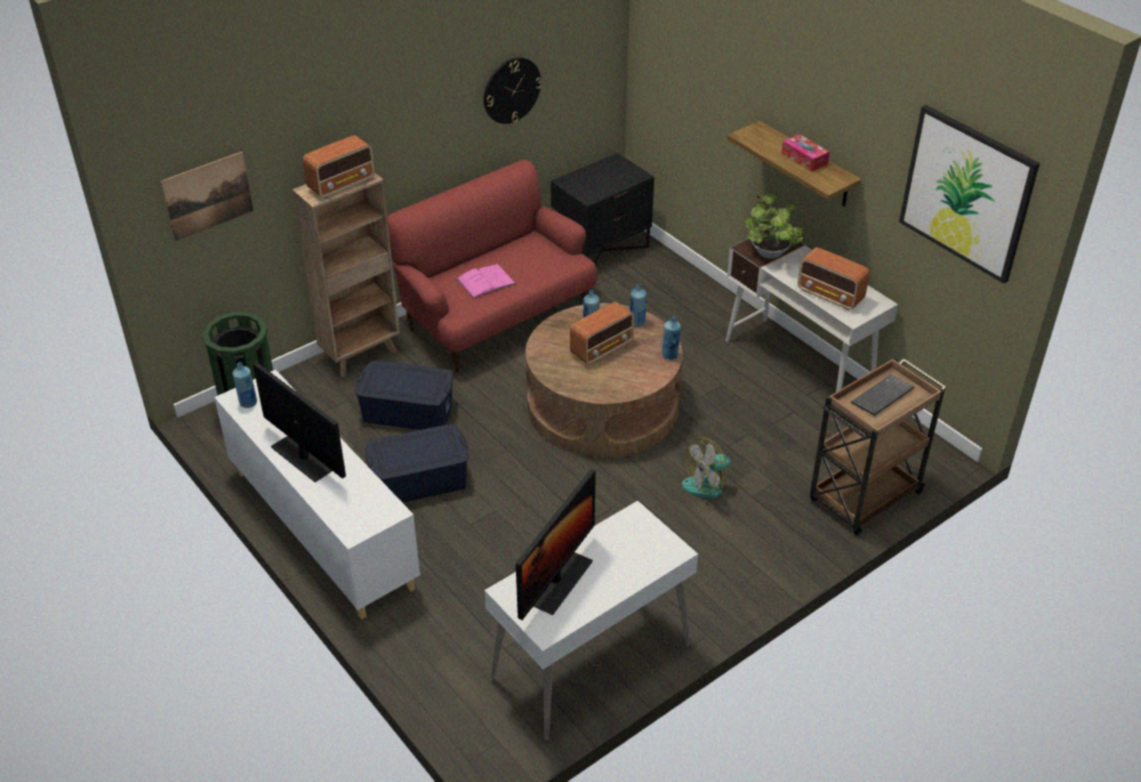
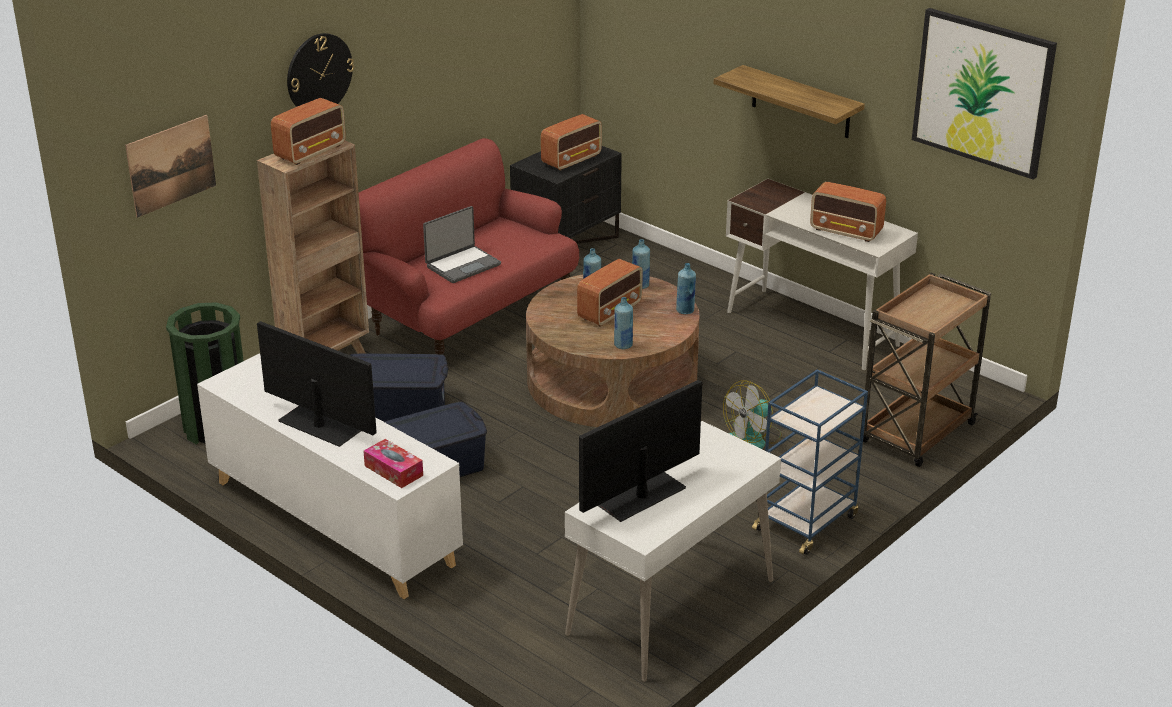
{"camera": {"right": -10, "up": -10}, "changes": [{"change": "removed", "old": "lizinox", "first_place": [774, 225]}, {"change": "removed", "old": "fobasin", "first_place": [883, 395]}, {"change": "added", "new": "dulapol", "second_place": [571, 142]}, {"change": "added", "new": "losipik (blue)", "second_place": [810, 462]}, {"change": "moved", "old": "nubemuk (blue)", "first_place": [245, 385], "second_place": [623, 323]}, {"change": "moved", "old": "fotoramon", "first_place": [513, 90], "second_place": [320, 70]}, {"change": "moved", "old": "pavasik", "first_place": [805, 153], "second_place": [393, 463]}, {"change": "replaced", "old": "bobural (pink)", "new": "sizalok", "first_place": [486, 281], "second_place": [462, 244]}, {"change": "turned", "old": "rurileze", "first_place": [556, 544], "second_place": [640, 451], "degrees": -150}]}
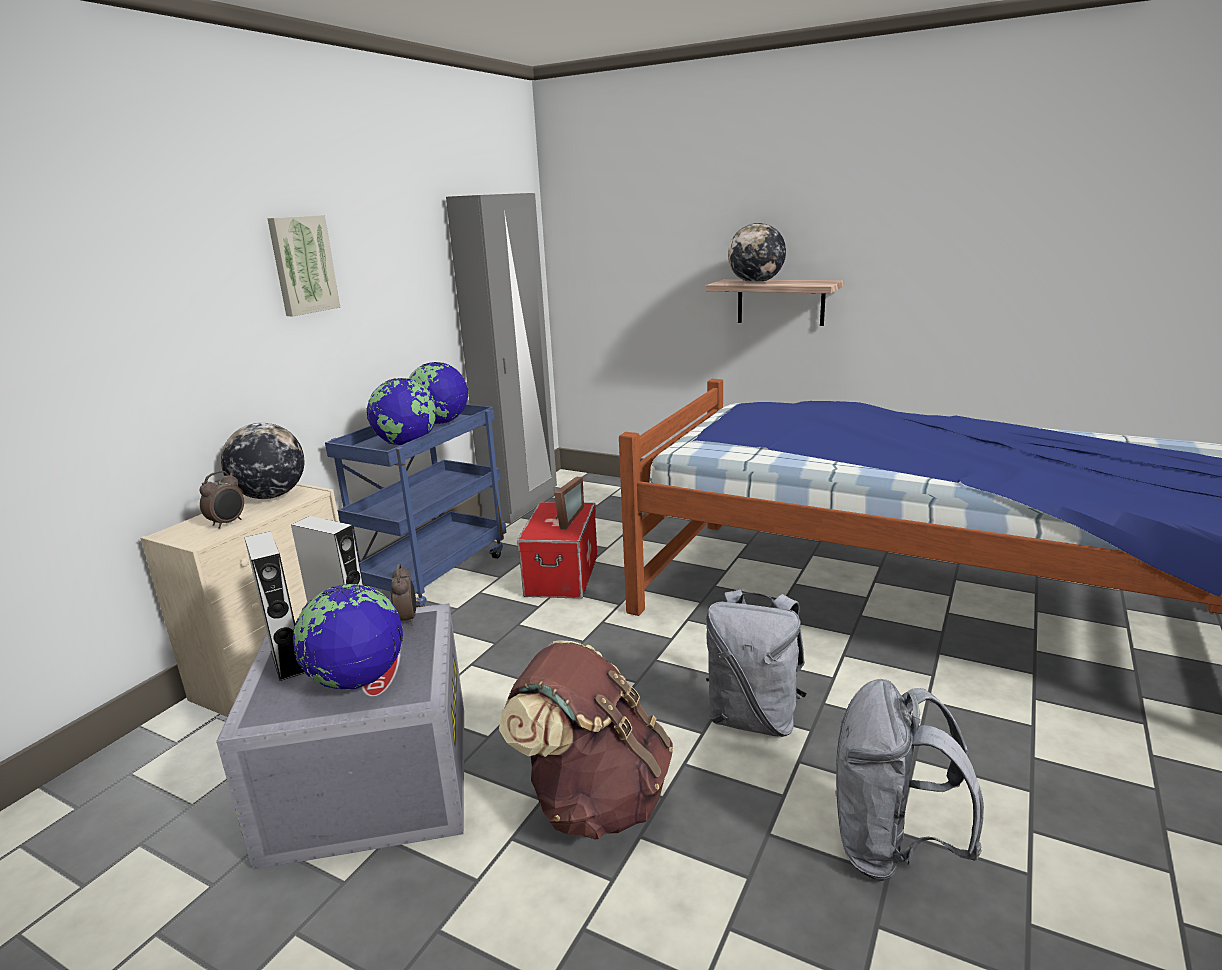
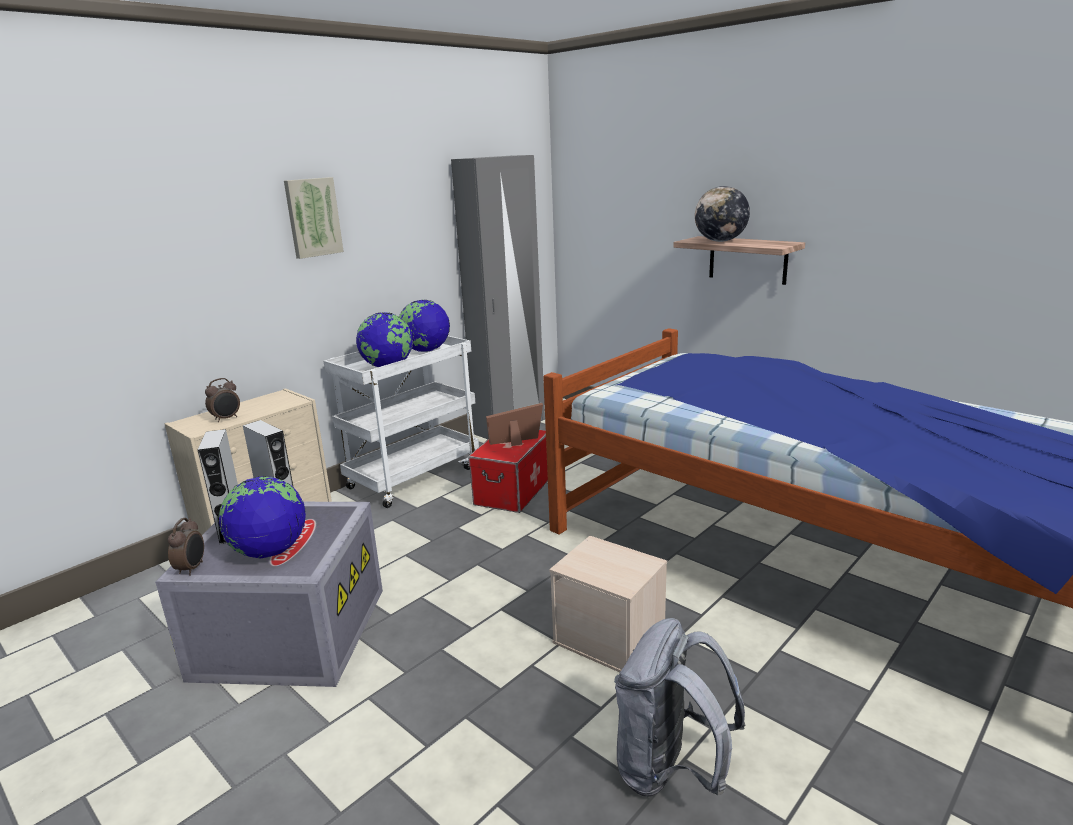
{"camera": {"right": 15, "up": 0}, "changes": [{"change": "removed", "old": "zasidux", "first_place": [262, 461]}, {"change": "removed", "old": "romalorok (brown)", "first_place": [586, 740]}, {"change": "moved", "old": "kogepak", "first_place": [403, 594], "second_place": [186, 547]}, {"change": "replaced", "old": "romalorok (grey)", "new": "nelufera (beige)", "first_place": [756, 663], "second_place": [608, 604]}, {"change": "recoloured", "old": "losipik (blue)", "new": "losipik (white)", "first_place": [415, 505], "second_place": [401, 422]}, {"change": "turned", "old": "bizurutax", "first_place": [569, 503], "second_place": [514, 424], "degrees": -135}]}
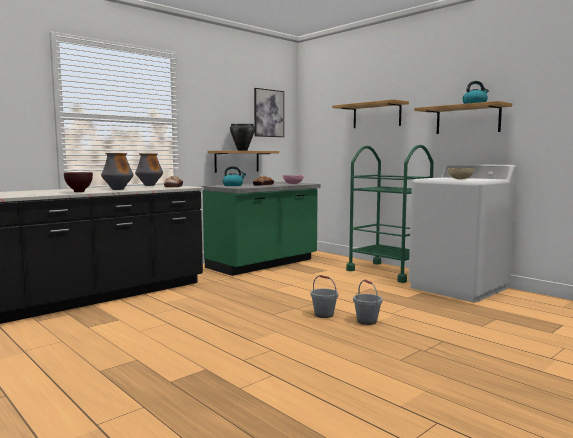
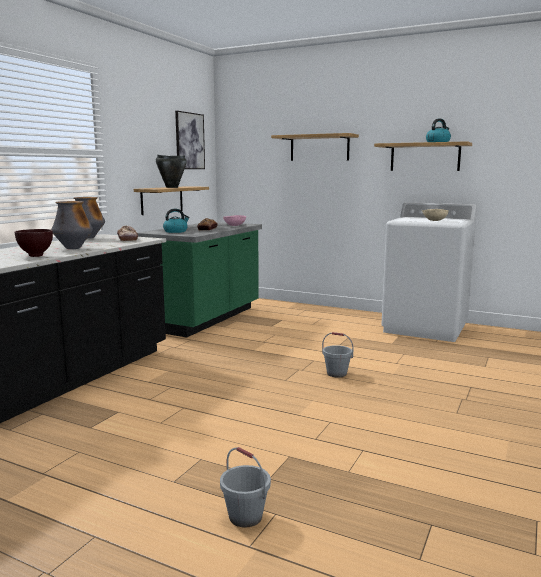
{"camera": {"right": -20, "up": 5}, "changes": [{"change": "removed", "old": "losipik (green)", "first_place": [390, 214]}, {"change": "moved", "old": "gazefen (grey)", "first_place": [367, 302], "second_place": [245, 487]}]}
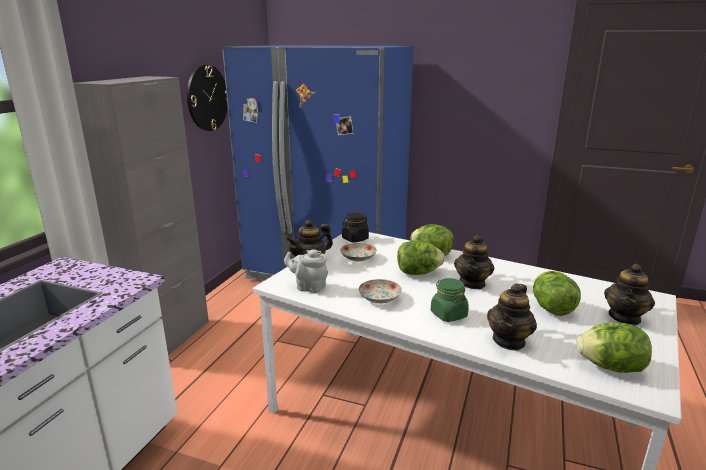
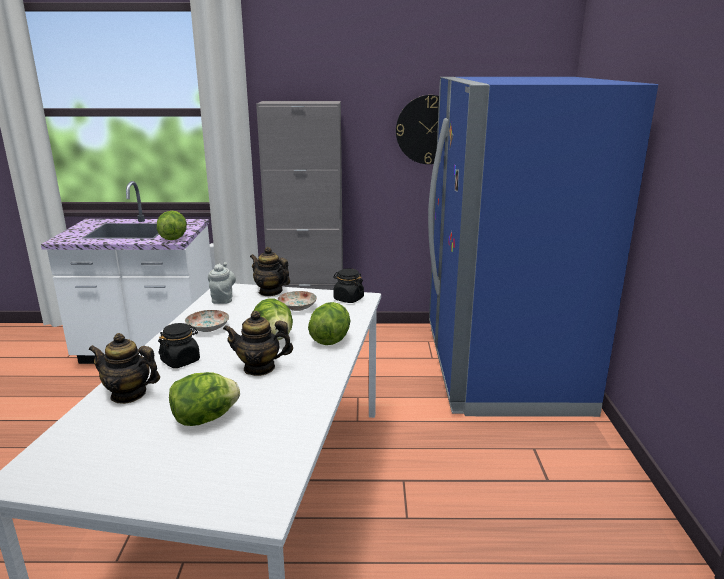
{"camera": {"right": 70, "up": 0}, "changes": [{"change": "removed", "old": "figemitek", "first_place": [629, 294]}, {"change": "moved", "old": "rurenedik", "first_place": [614, 348], "second_place": [172, 225]}, {"change": "recoloured", "old": "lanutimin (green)", "new": "lanutimin (black)", "first_place": [450, 300], "second_place": [179, 345]}]}
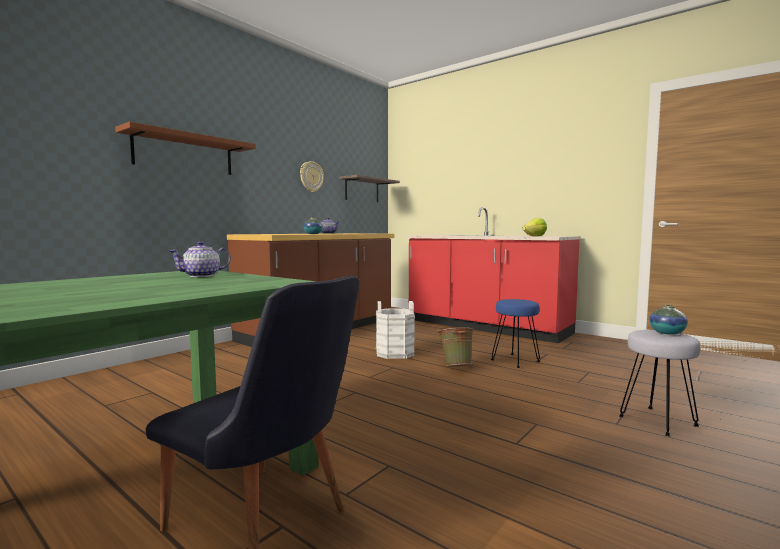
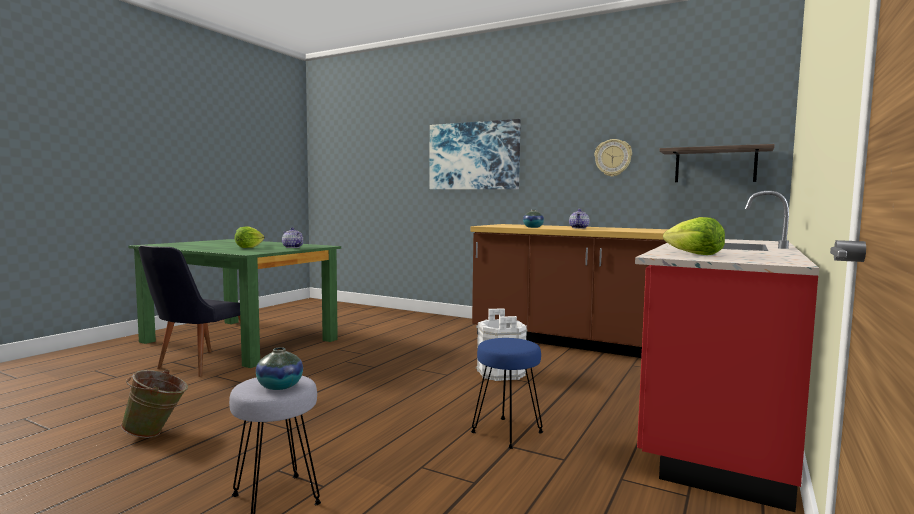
{"camera": {"right": 80, "up": 0}, "changes": [{"change": "added", "new": "rurenedik", "second_place": [249, 237]}, {"change": "moved", "old": "gazefen (green)", "first_place": [456, 347], "second_place": [154, 403]}, {"change": "replaced", "old": "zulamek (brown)", "new": "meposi", "first_place": [185, 148], "second_place": [475, 154]}]}
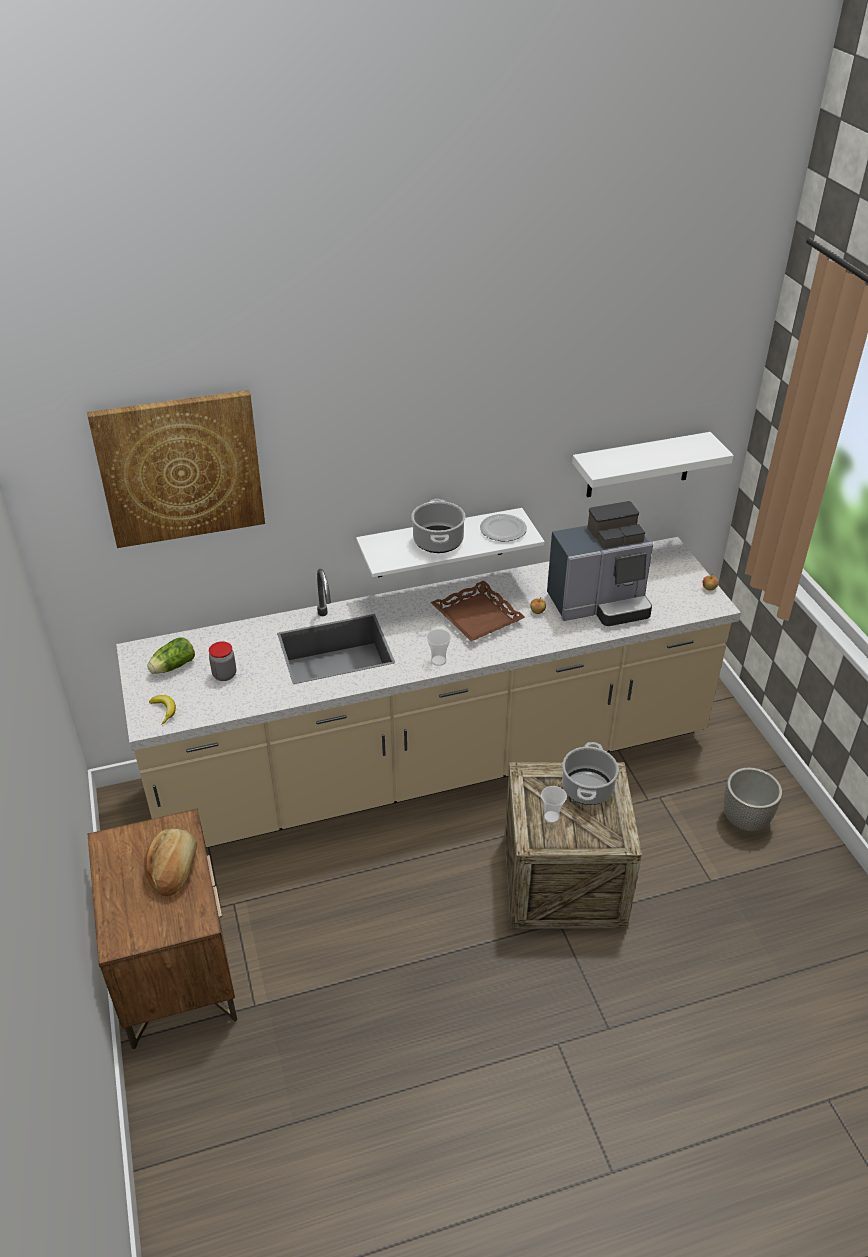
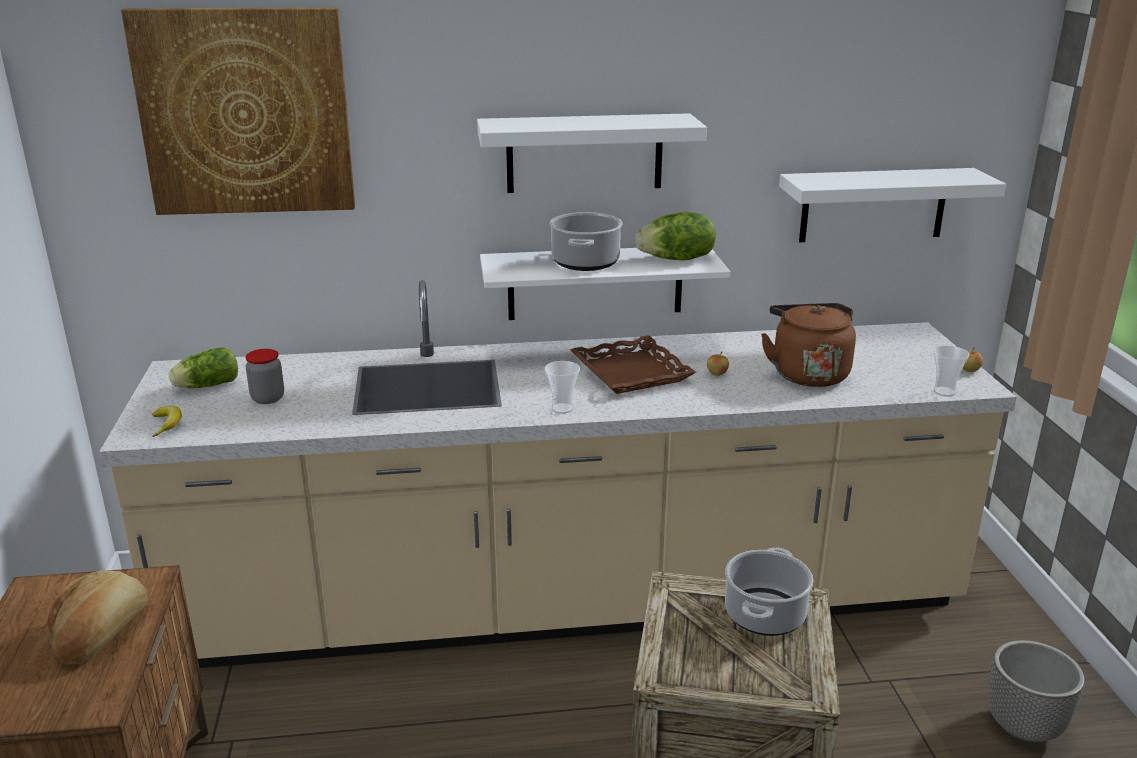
{"camera": {"right": 10, "up": -15}, "changes": [{"change": "added", "new": "zulamek (white)", "second_place": [592, 153]}, {"change": "moved", "old": "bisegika", "first_place": [554, 804], "second_place": [951, 371]}, {"change": "replaced", "old": "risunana", "new": "rurenedik", "first_place": [503, 527], "second_place": [675, 236]}, {"change": "replaced", "old": "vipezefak", "new": "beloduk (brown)", "first_place": [600, 563], "second_place": [808, 345]}]}
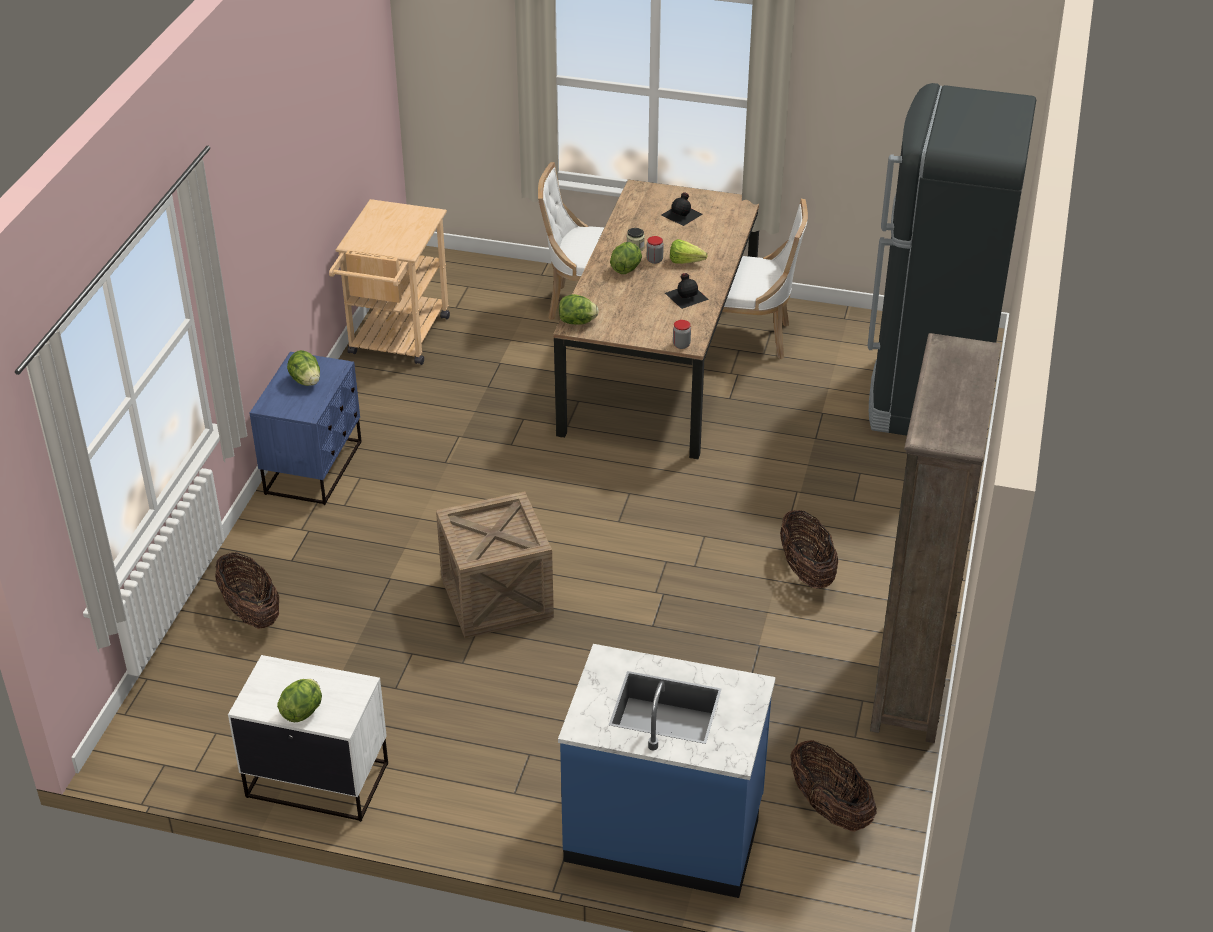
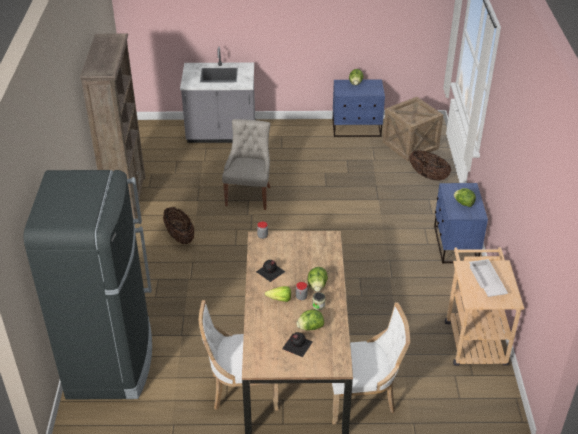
{"camera": {"right": 165, "up": 0}, "changes": [{"change": "removed", "old": "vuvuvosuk", "first_place": [833, 786]}, {"change": "added", "new": "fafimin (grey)", "second_place": [246, 164]}, {"change": "added", "new": "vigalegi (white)", "second_place": [488, 278]}, {"change": "moved", "old": "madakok", "first_place": [495, 564], "second_place": [413, 129]}, {"change": "moved", "old": "rurenedik", "first_place": [579, 309], "second_place": [310, 319]}, {"change": "recoloured", "old": "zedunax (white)", "new": "zedunax (blue)", "first_place": [308, 738], "second_place": [359, 108]}, {"change": "recoloured", "old": "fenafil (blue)", "new": "fenafil (grey)", "first_place": [667, 771], "second_place": [217, 95]}]}
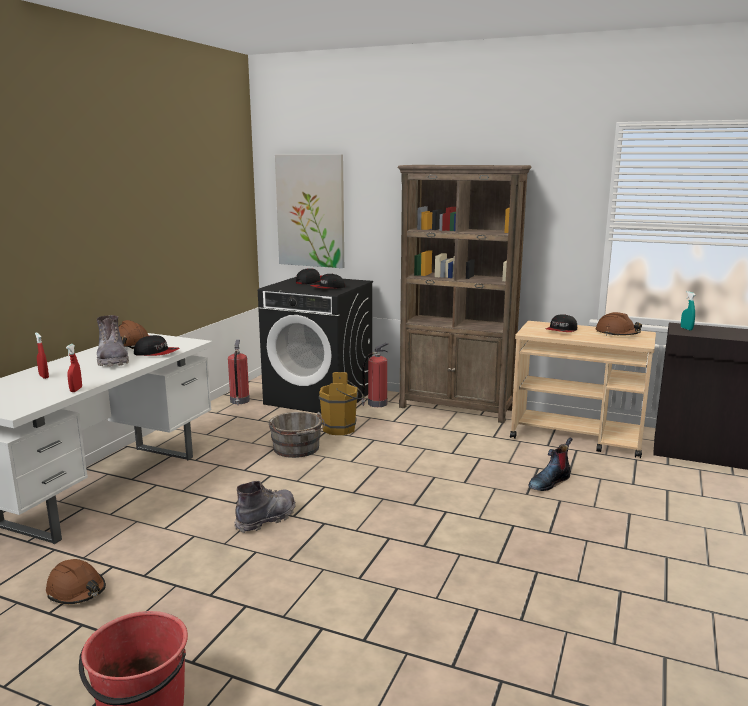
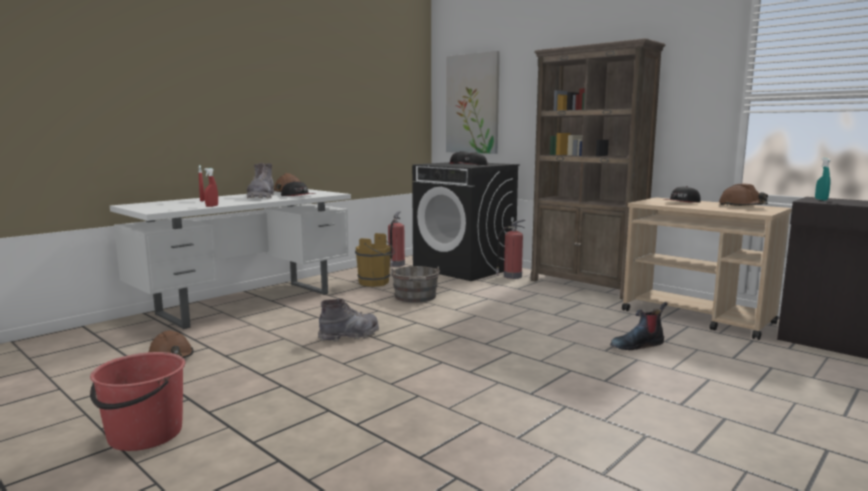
{"camera": {"right": 20, "up": -5}, "changes": [{"change": "moved", "old": "gazefen (brown)", "first_place": [341, 403], "second_place": [375, 260]}]}
